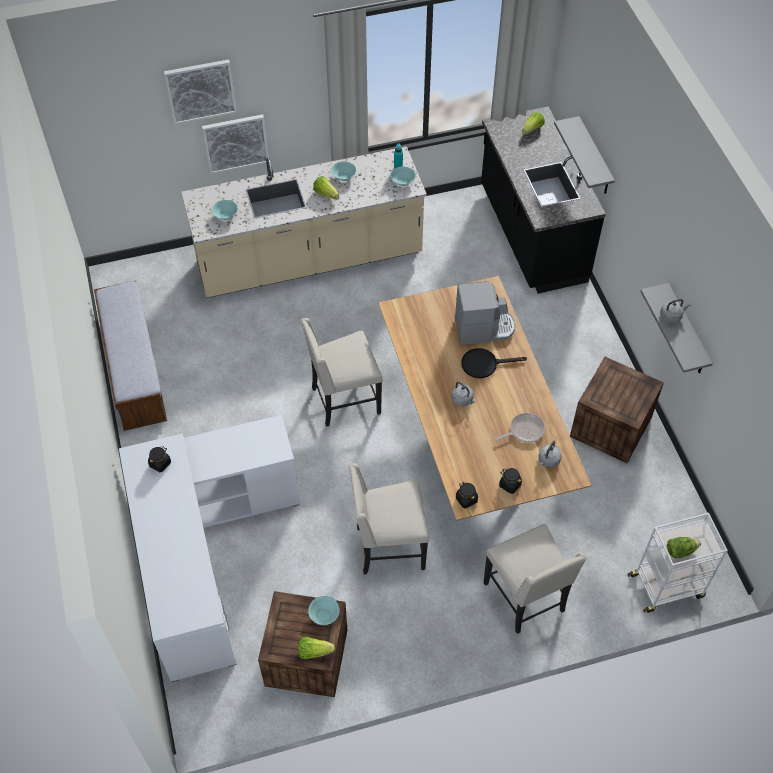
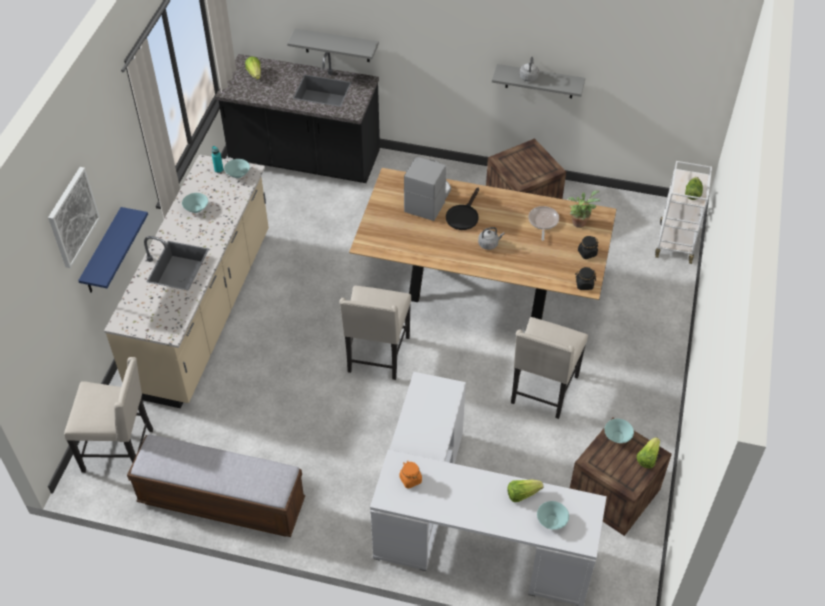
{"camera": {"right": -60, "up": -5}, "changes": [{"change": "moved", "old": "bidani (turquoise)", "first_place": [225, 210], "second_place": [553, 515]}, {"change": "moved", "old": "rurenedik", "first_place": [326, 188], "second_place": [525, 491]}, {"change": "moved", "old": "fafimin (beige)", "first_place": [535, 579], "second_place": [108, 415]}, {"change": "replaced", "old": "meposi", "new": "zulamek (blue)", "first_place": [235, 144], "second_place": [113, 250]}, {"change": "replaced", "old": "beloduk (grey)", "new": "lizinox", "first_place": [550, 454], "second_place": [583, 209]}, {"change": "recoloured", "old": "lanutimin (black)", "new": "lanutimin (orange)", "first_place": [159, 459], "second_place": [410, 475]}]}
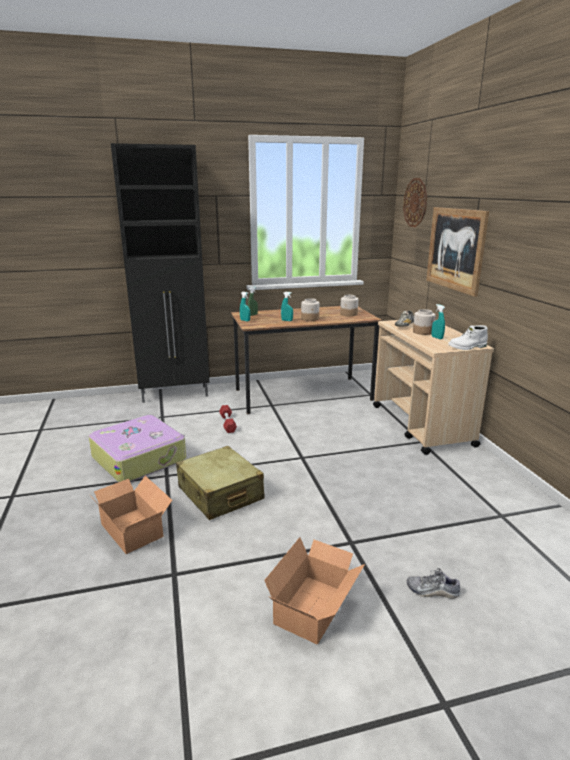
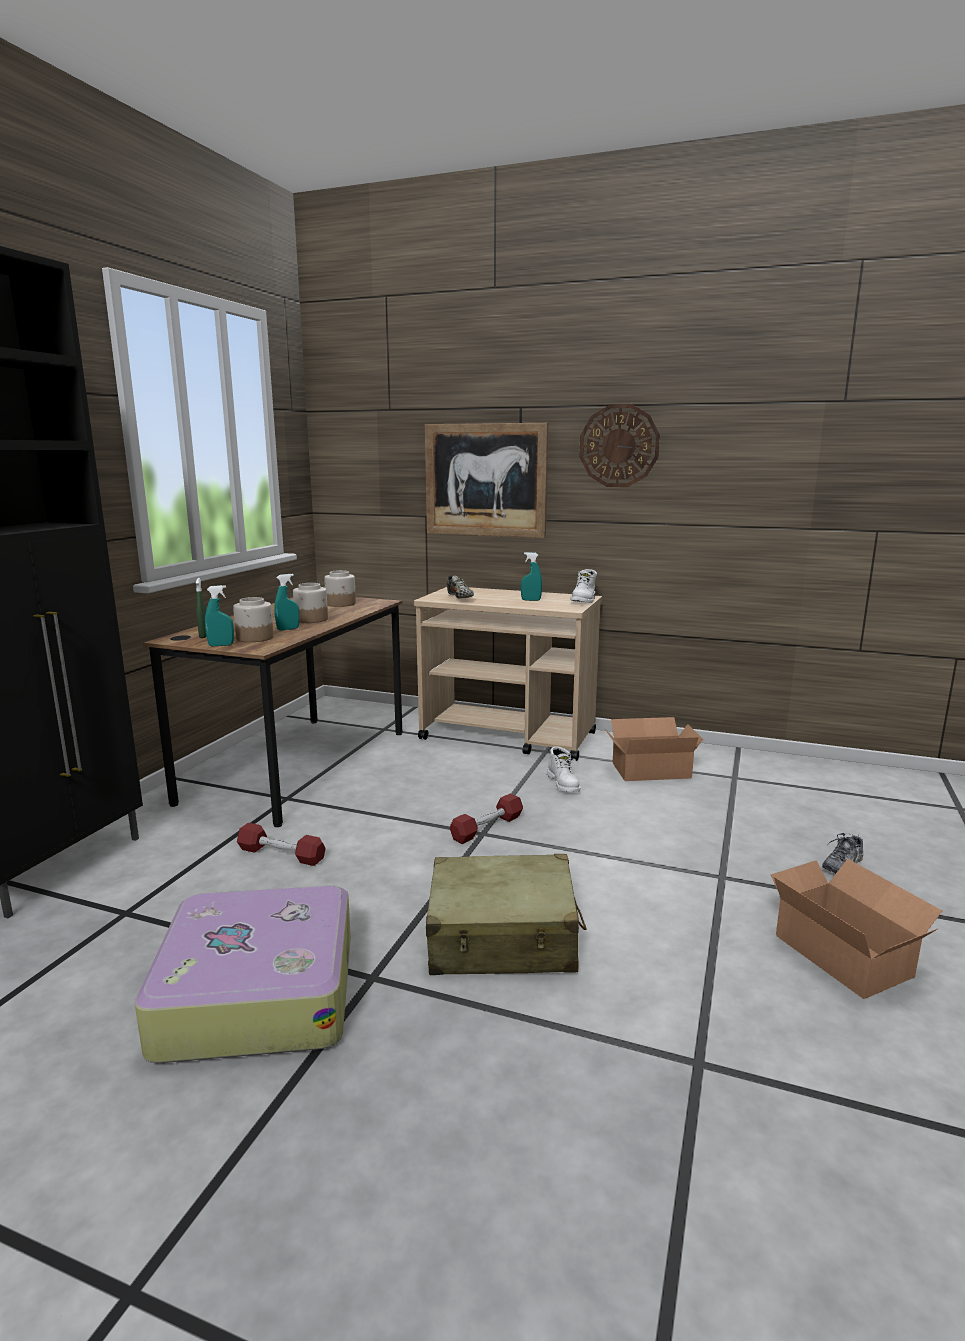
{"camera": {"right": -55, "up": -5}, "changes": [{"change": "added", "new": "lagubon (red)", "second_place": [486, 819]}, {"change": "added", "new": "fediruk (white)", "second_place": [563, 769]}, {"change": "moved", "old": "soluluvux", "first_place": [130, 515], "second_place": [653, 749]}, {"change": "moved", "old": "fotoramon", "first_place": [415, 202], "second_place": [619, 445]}, {"change": "moved", "old": "lanutimin", "first_place": [424, 322], "second_place": [253, 619]}]}
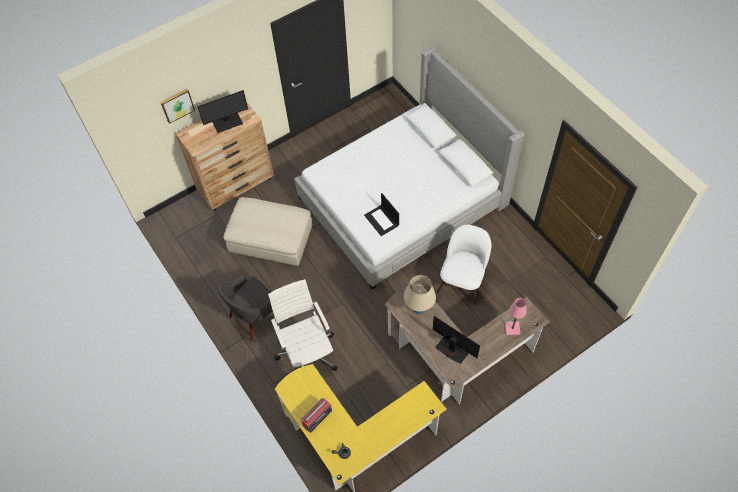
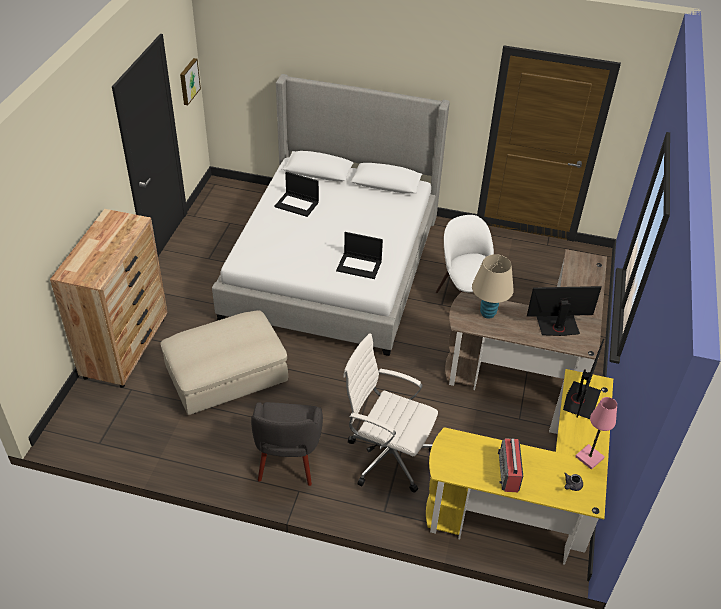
{"camera": {"right": -45, "up": -15}, "changes": [{"change": "added", "new": "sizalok", "second_place": [296, 194]}, {"change": "moved", "old": "meposi", "first_place": [178, 106], "second_place": [190, 81]}, {"change": "moved", "old": "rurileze", "first_place": [222, 111], "second_place": [583, 379]}, {"change": "moved", "old": "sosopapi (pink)", "first_place": [516, 316], "second_place": [596, 433]}]}
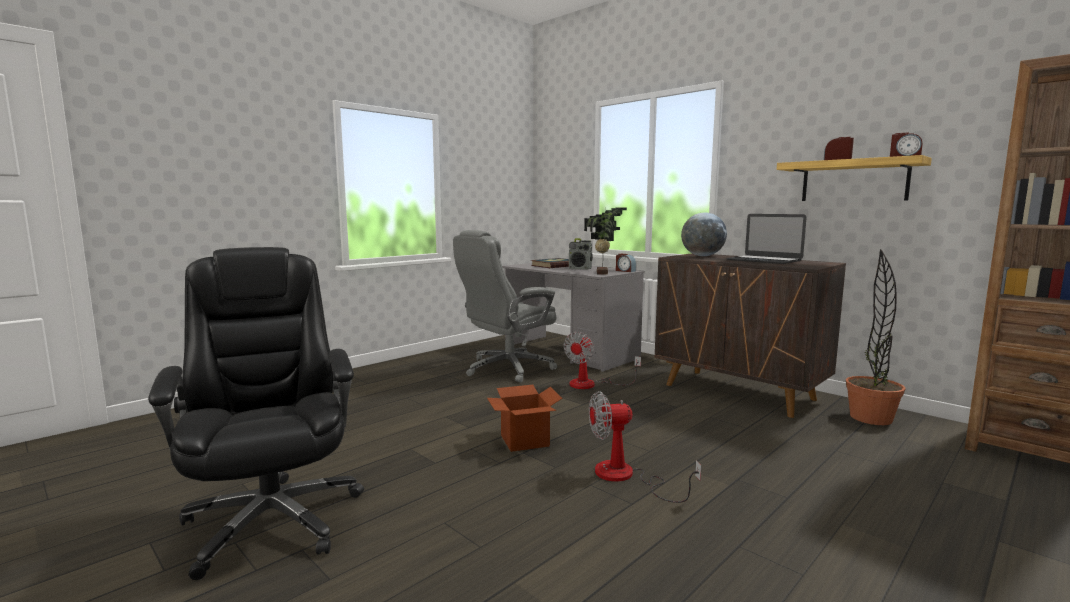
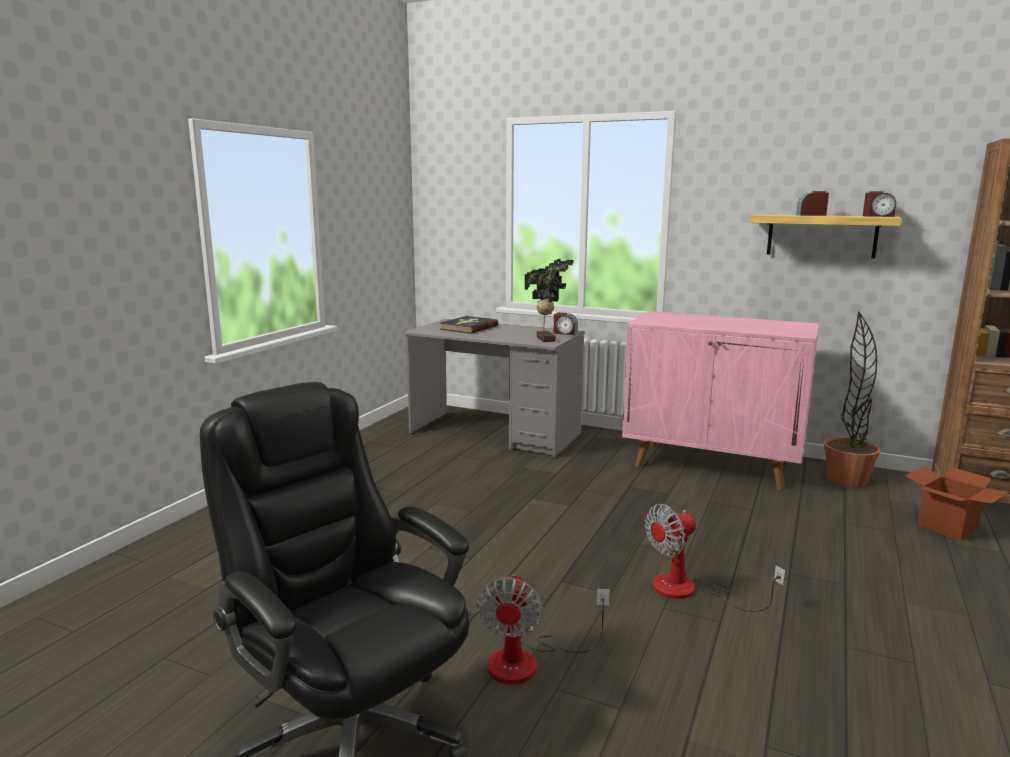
{"camera": {"right": -20, "up": 5}, "changes": [{"change": "removed", "old": "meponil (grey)", "first_place": [505, 306]}, {"change": "removed", "old": "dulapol", "first_place": [581, 254]}, {"change": "removed", "old": "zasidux", "first_place": [704, 234]}, {"change": "removed", "old": "sizalok", "first_place": [766, 239]}, {"change": "moved", "old": "soluluvux", "first_place": [524, 418], "second_place": [957, 503]}, {"change": "moved", "old": "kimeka", "first_place": [602, 360], "second_place": [543, 629]}, {"change": "recoloured", "old": "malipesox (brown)", "new": "malipesox (pink)", "first_place": [750, 335], "second_place": [720, 400]}]}
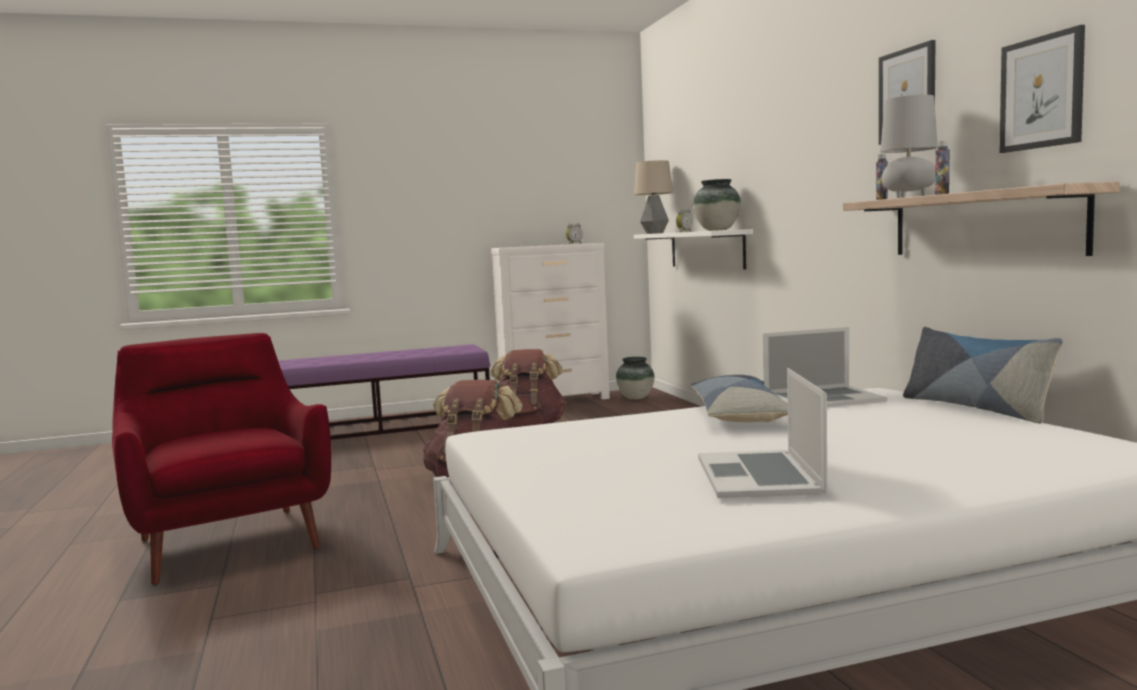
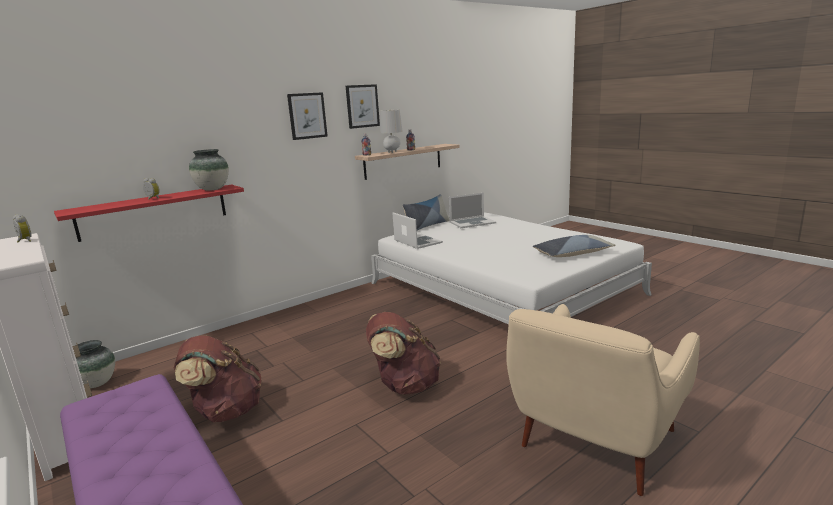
{"camera": {"right": -110, "up": 10}, "changes": [{"change": "removed", "old": "sosopapi", "first_place": [653, 197]}, {"change": "moved", "old": "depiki", "first_place": [739, 398], "second_place": [574, 246]}, {"change": "moved", "old": "sizalok", "first_place": [762, 433], "second_place": [472, 210]}, {"change": "moved", "old": "meposi", "first_place": [1042, 89], "second_place": [307, 116]}, {"change": "recoloured", "old": "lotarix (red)", "new": "lotarix (beige)", "first_place": [221, 459], "second_place": [603, 400]}, {"change": "recoloured", "old": "zulamek (white)", "new": "zulamek (red)", "first_place": [693, 249], "second_place": [149, 213]}]}
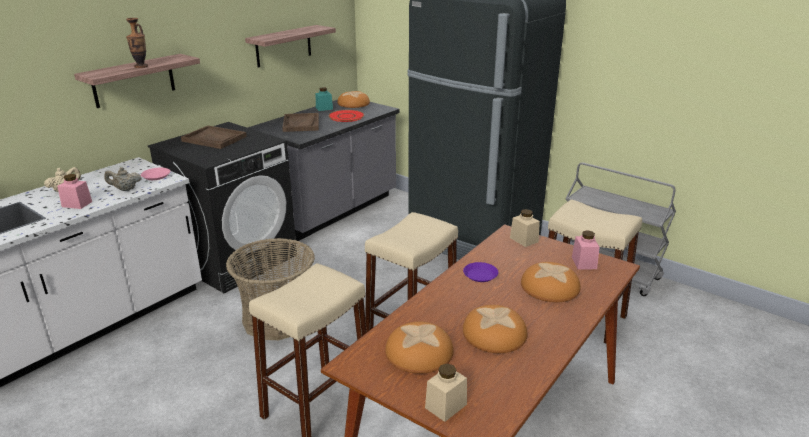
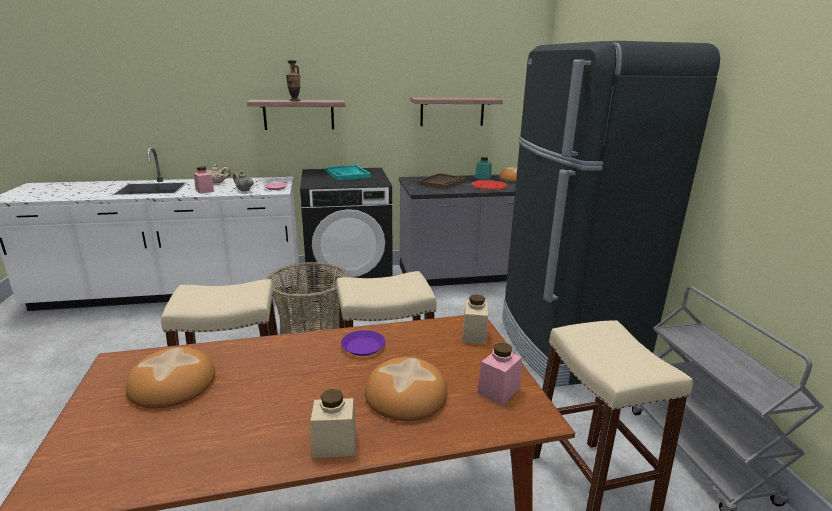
{"camera": {"right": 40, "up": -5}, "changes": [{"change": "removed", "old": "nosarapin", "first_place": [495, 329]}, {"change": "moved", "old": "lanutimin (beige)", "first_place": [446, 393], "second_place": [333, 423]}, {"change": "recoloured", "old": "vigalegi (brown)", "new": "vigalegi (turquoise)", "first_place": [214, 137], "second_place": [348, 172]}]}
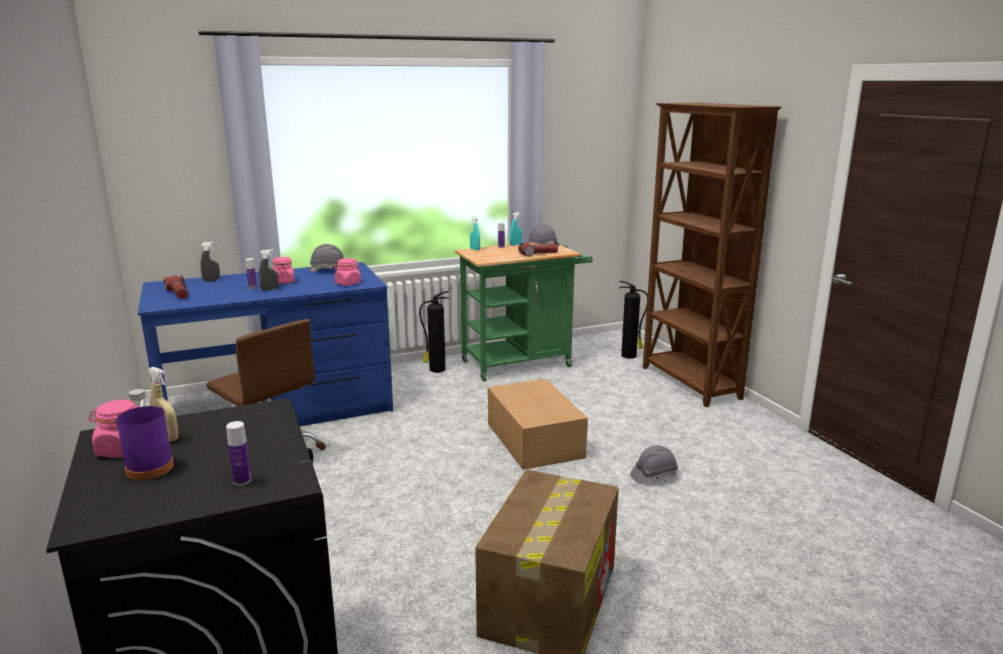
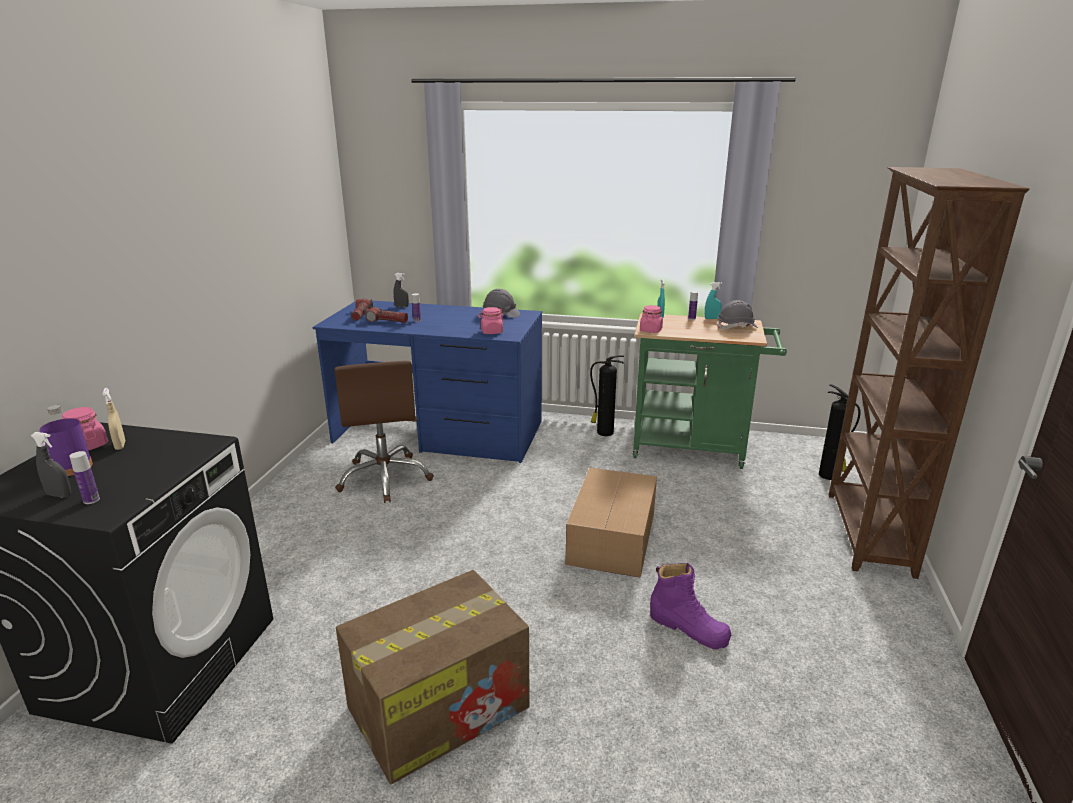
{"camera": {"right": 35, "up": 5}, "changes": [{"change": "moved", "old": "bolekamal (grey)", "first_place": [269, 270], "second_place": [51, 465]}, {"change": "moved", "old": "lanutimin (pink)", "first_place": [283, 270], "second_place": [651, 319]}, {"change": "moved", "old": "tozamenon", "first_place": [538, 249], "second_place": [386, 314]}, {"change": "replaced", "old": "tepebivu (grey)", "new": "fediruk (purple)", "first_place": [654, 464], "second_place": [690, 606]}]}
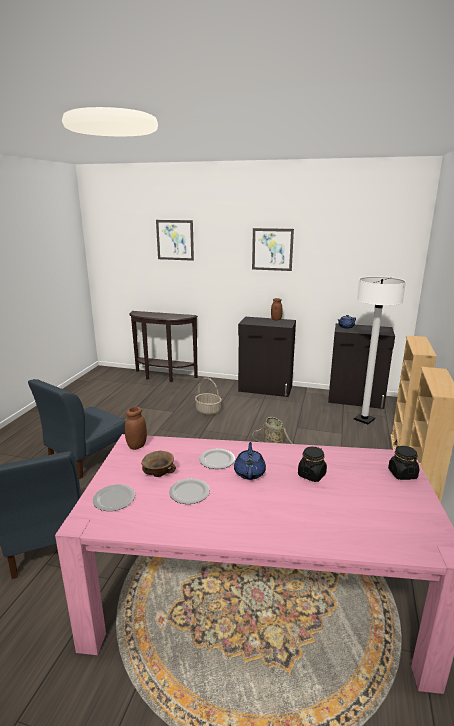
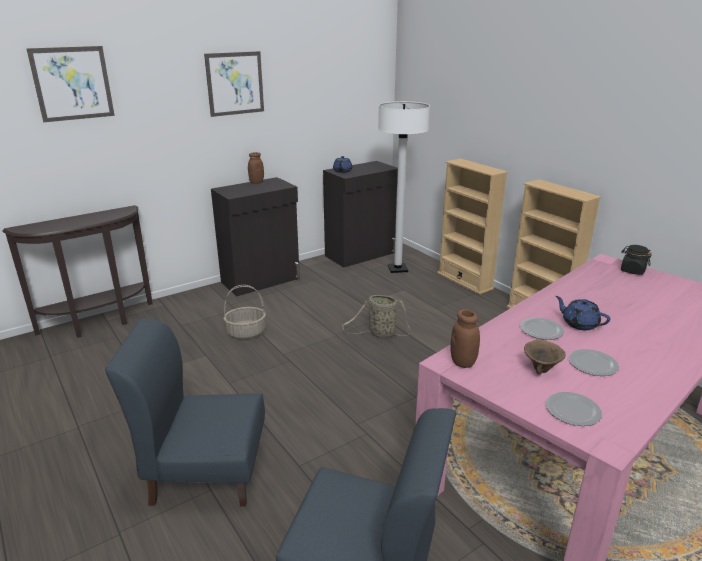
{"camera": {"right": -50, "up": 5}, "changes": [{"change": "removed", "old": "lanutimin (black)", "first_place": [312, 464]}, {"change": "turned", "old": "fafimin (blue)", "first_place": [76, 429], "second_place": [185, 412], "degrees": 105}]}
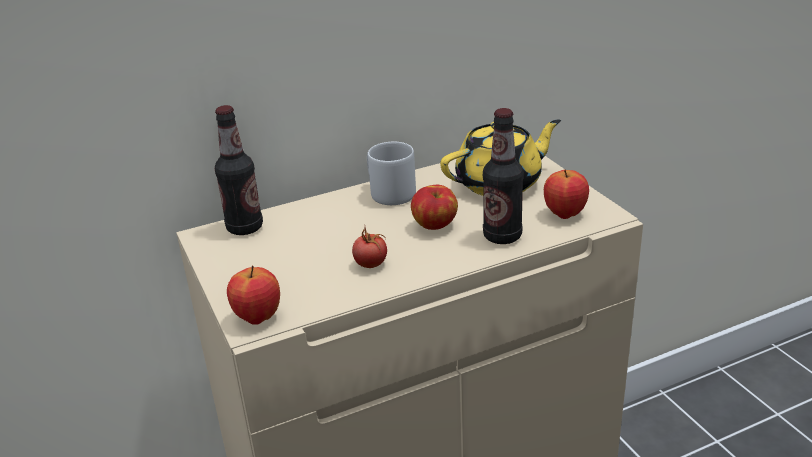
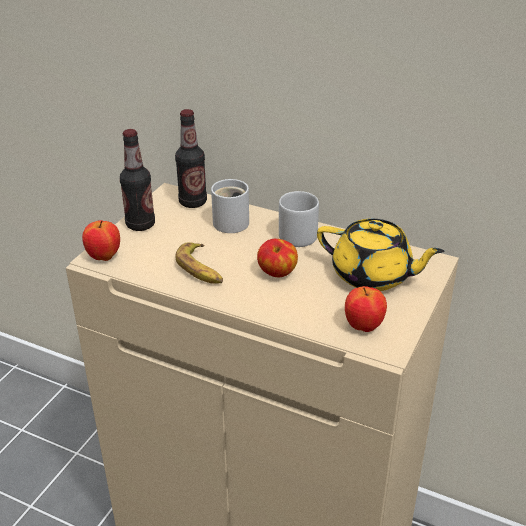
{"camera": {"right": 50, "up": 5}, "changes": [{"change": "added", "new": "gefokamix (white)", "second_place": [230, 206]}, {"change": "moved", "old": "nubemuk", "first_place": [503, 176], "second_place": [137, 180]}, {"change": "replaced", "old": "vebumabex", "new": "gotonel", "first_place": [369, 246], "second_place": [199, 263]}]}
